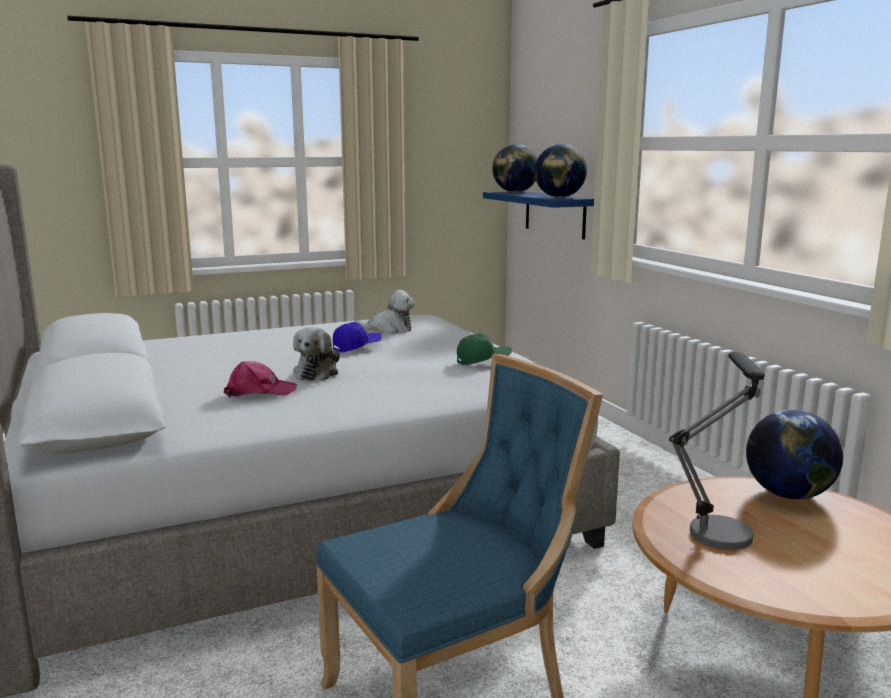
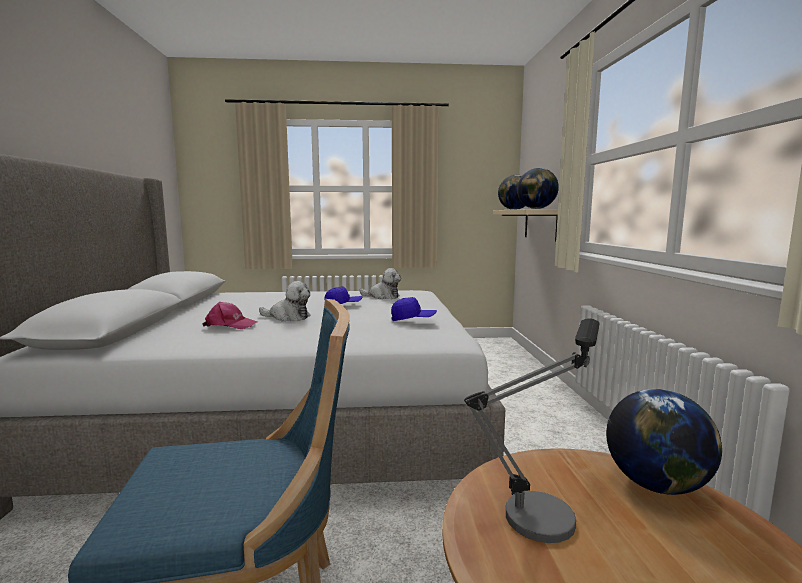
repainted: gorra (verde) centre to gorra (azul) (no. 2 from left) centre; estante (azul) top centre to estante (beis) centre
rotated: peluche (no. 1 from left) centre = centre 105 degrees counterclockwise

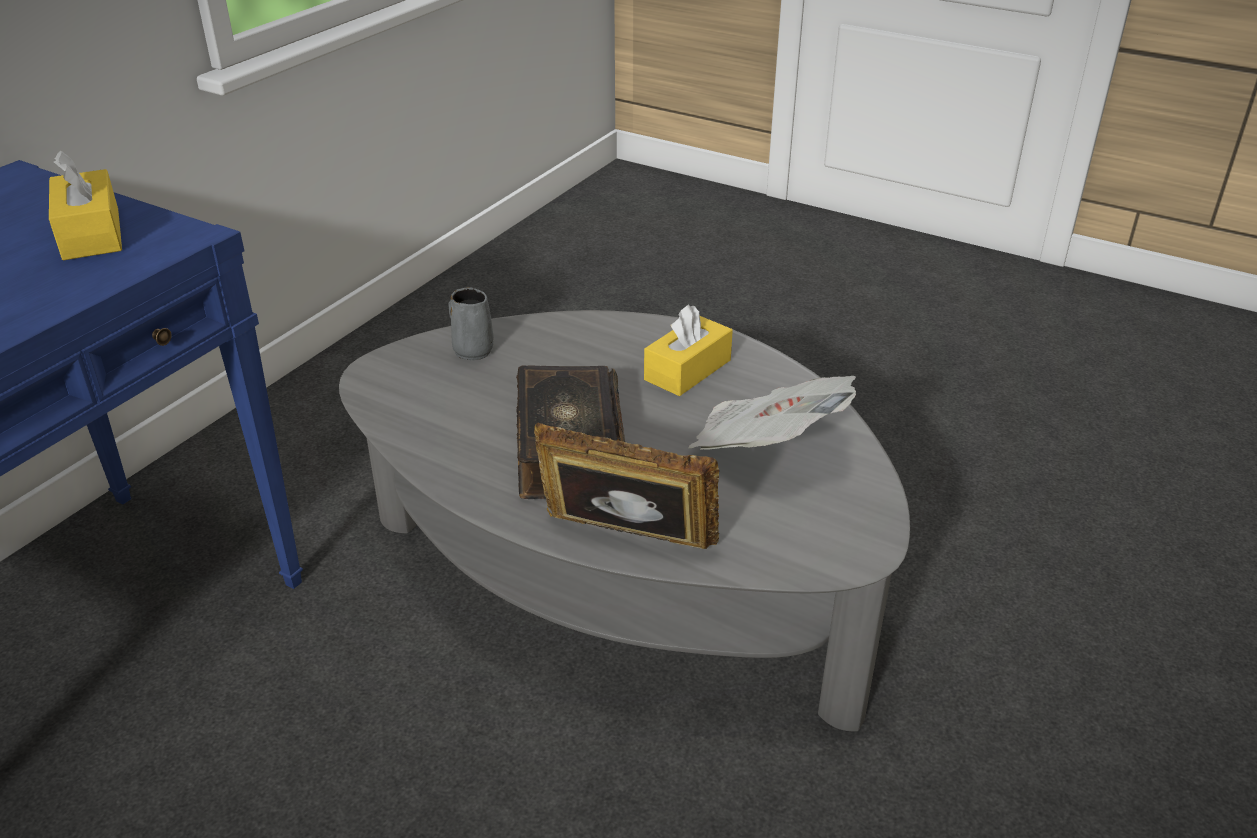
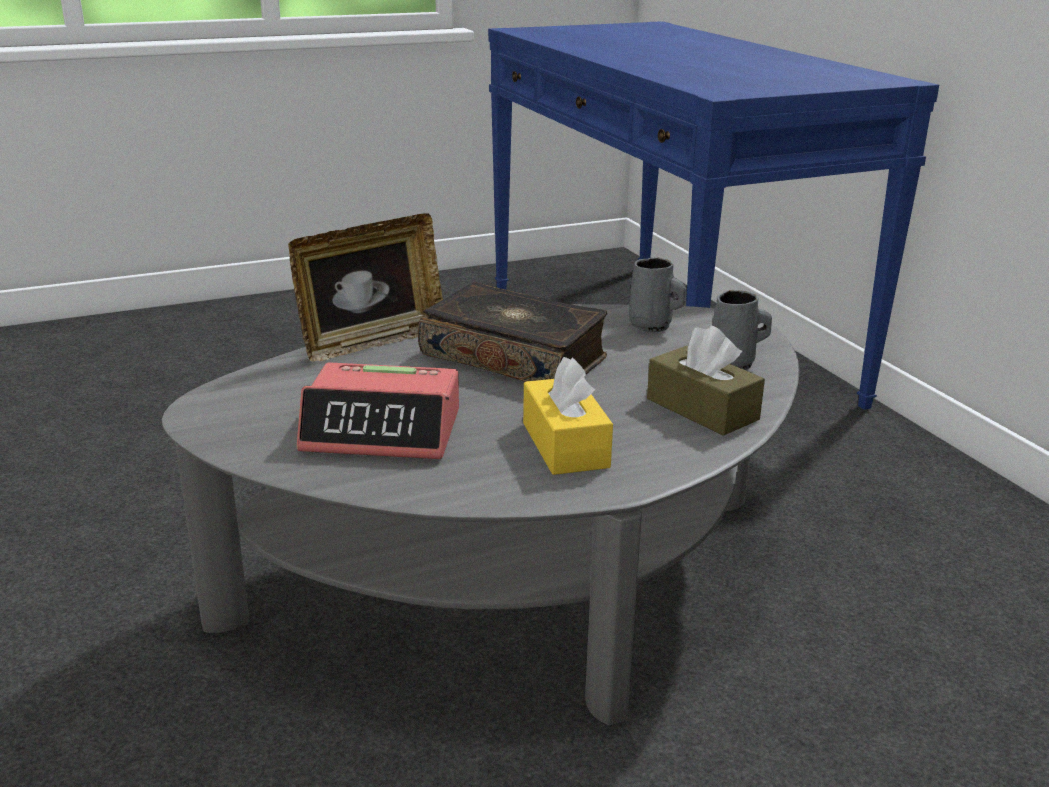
gone: caja de pañuelos (amarillo) (no. 1 from left) top left
new: taza grande (gris) (no. 1 from left) centre; caja de pañuelos (marrón) middle right
swapped: periódico centre to despertador centre

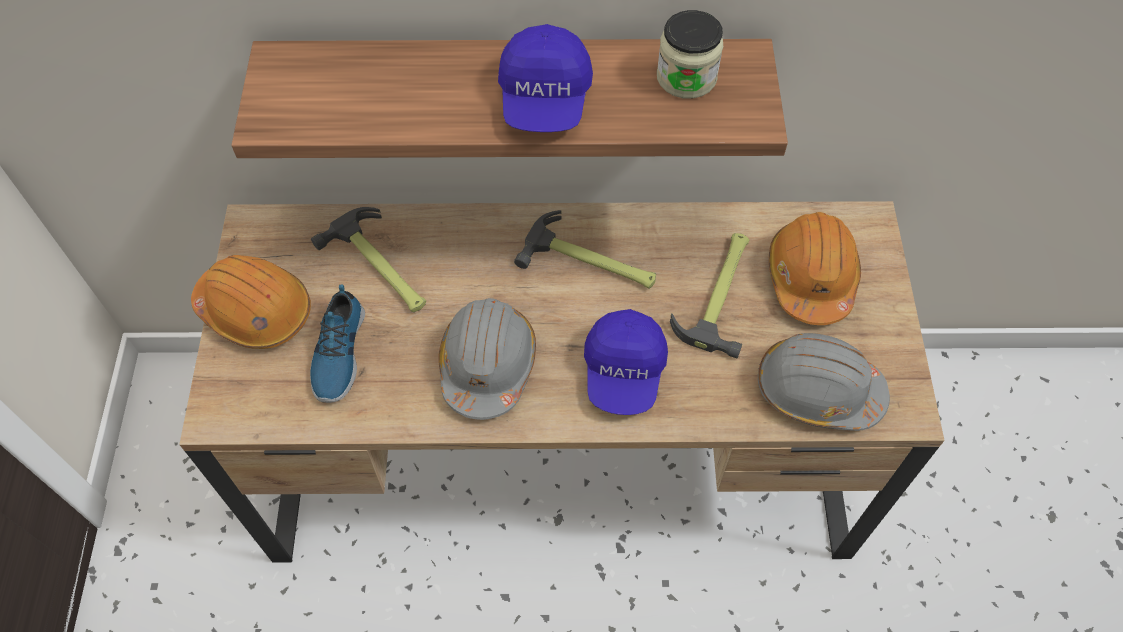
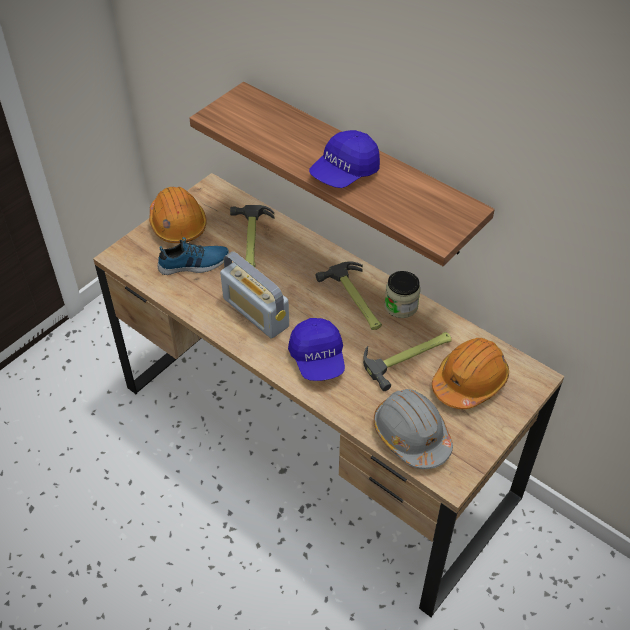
shifted: tarro top centre to centre
swapped: casco (gris) (no. 1 from left) centre to radio centre
rotated: zapato middle left = middle left 150 degrees counterclockwise; gorra (azul) (no. 2 from left in the first image) centre = centre 60 degrees counterclockwise

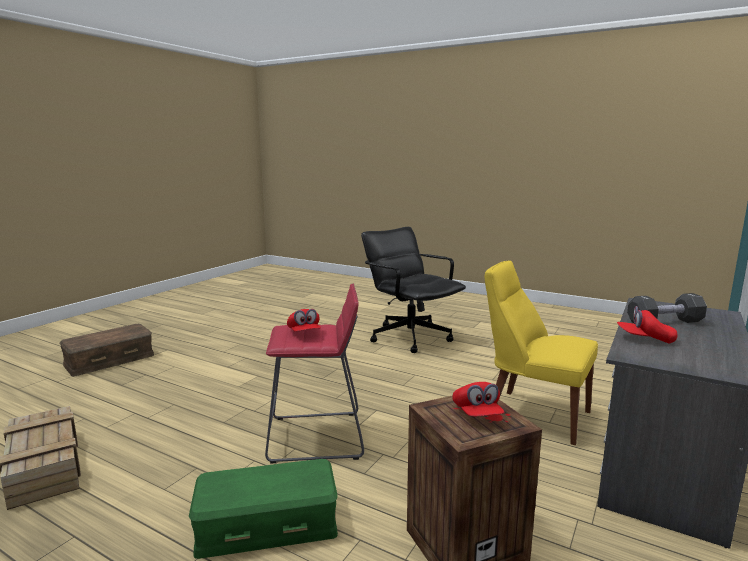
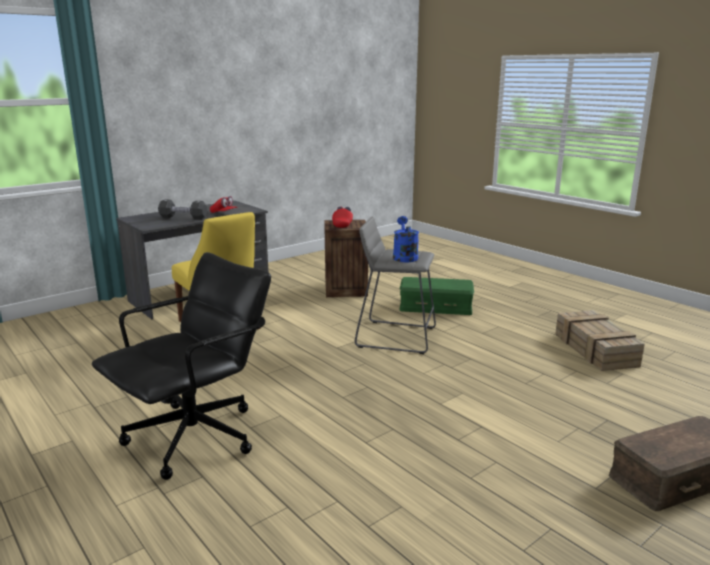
swapped: gorra (rojo) (no. 1 from left) centre to regadera (azul) centre
repainted: taburete (rojo) centre to taburete (gris) centre
rotated: silla de oficina (negro) centre = middle left 120 degrees counterclockwise

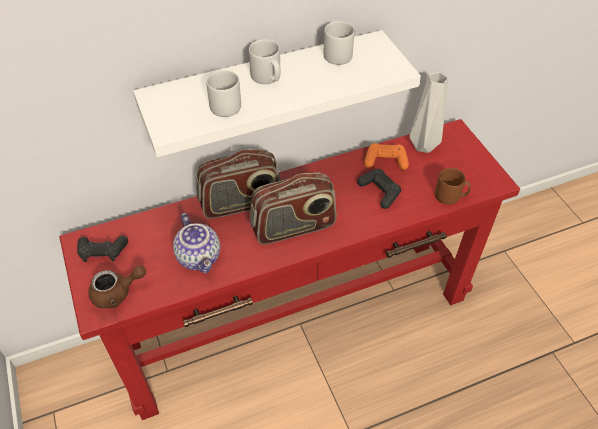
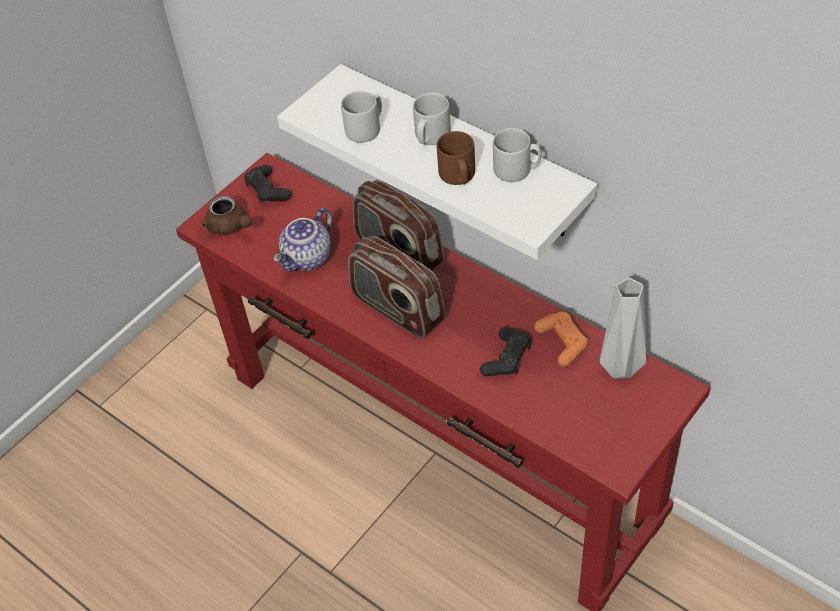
shifted: taza grande (marrón) middle right to top centre

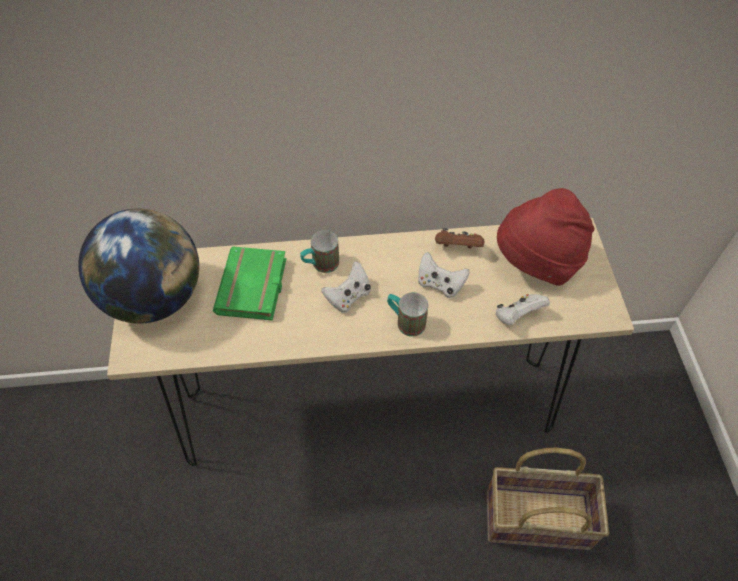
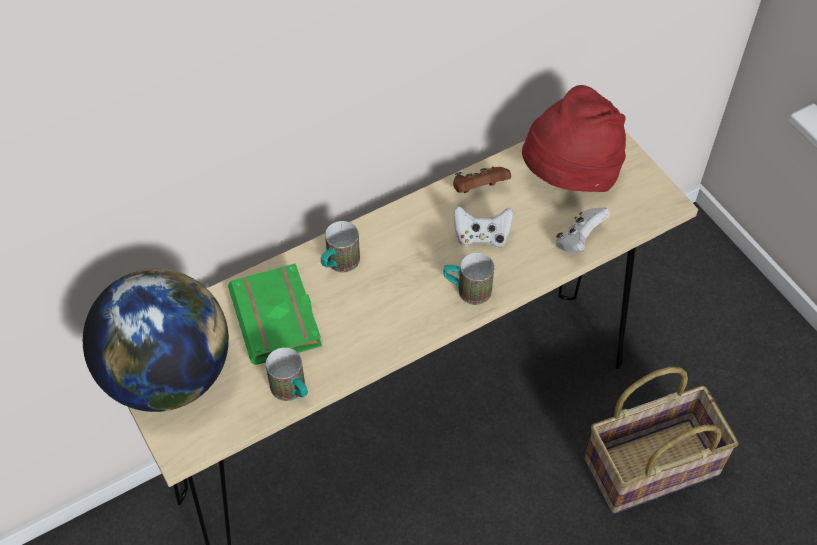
gone: mando de consola (blanco) (no. 1 from left) centre
new: taza grande (no. 1 from left) bottom centre

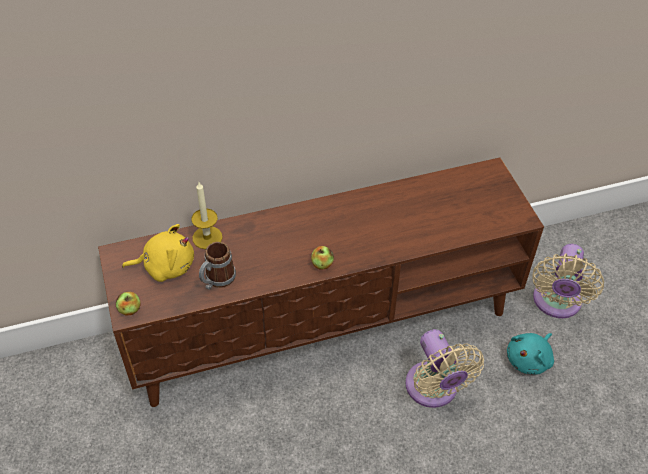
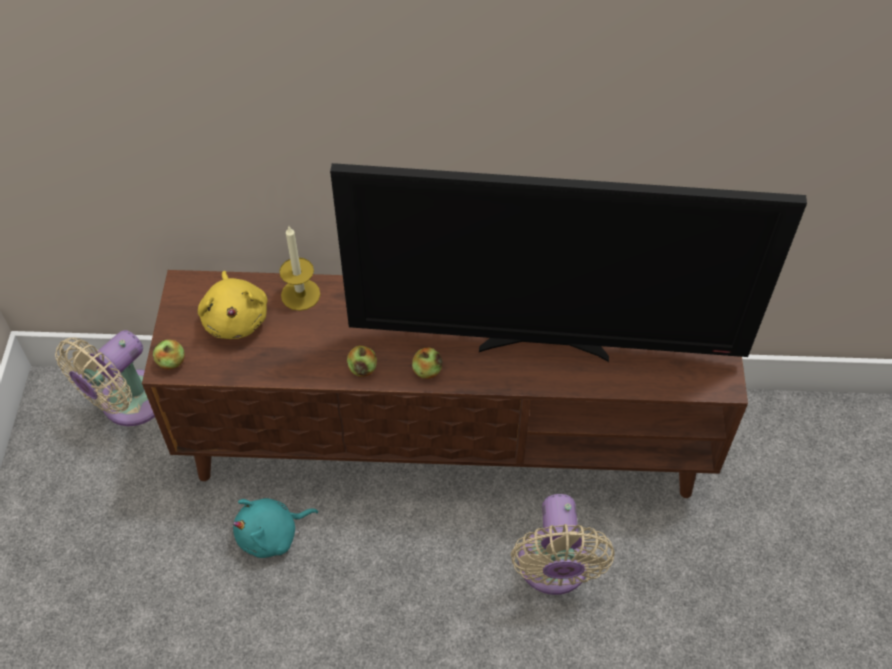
gone: taza grande centre
new: televisor centre; manzana (no. 2 from left) centre
shifted: ventilador (beis) (no. 2 from left in the first image) middle right to ventilador (beis) (no. 1 from left) middle left; peluche (turquesa) bottom right to bottom left
rotated: peluche (amarillo) middle left = middle left 60 degrees clockwise

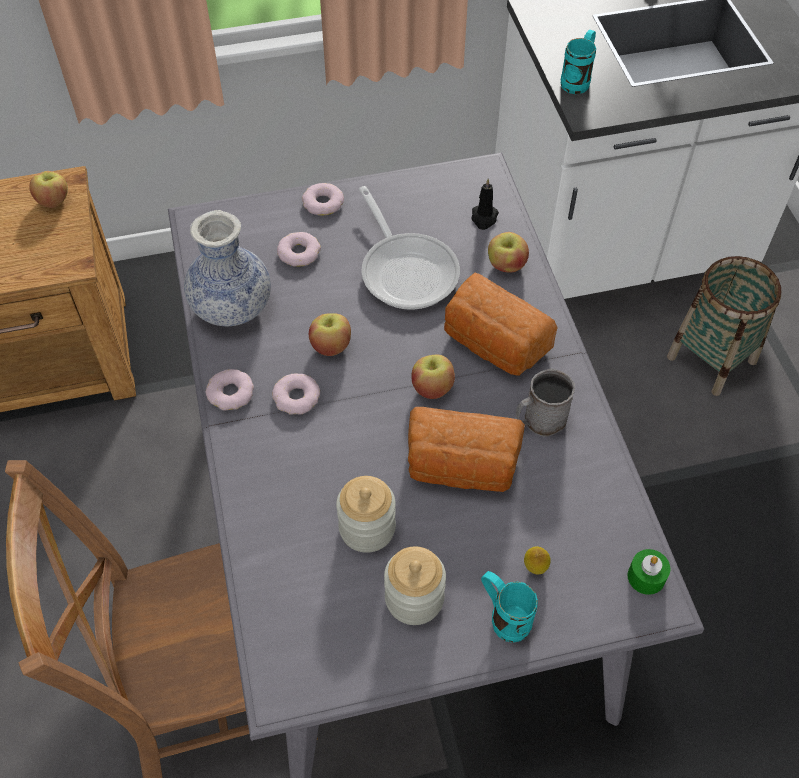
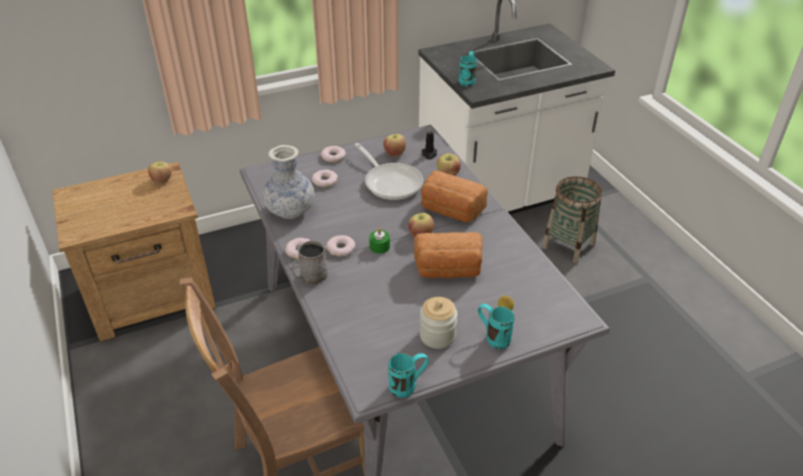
gone: tarro (no. 1 from left) centre
new: taza grande (turquesa) (no. 1 from left) bottom centre
shifted: taza grande (gris) middle right to centre; vela (verde) bottom right to centre; manzana (no. 2 from left) centre to top centre

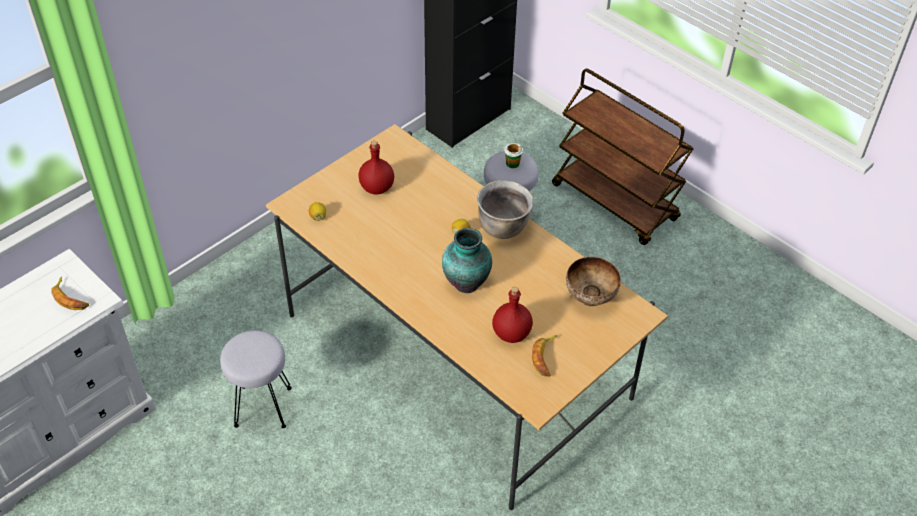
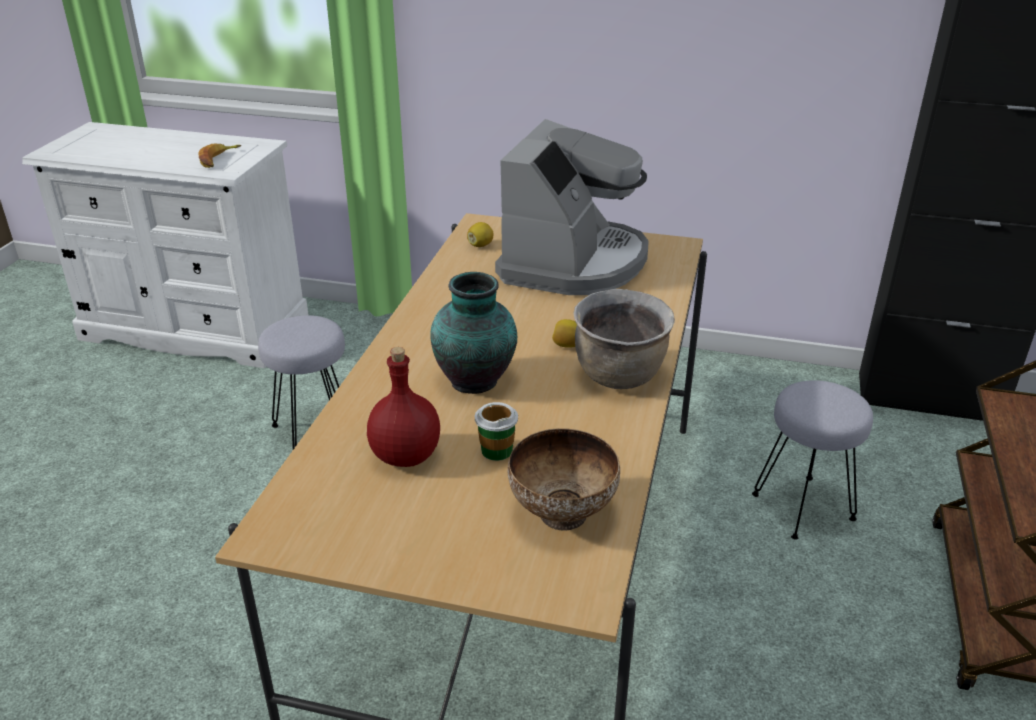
gone: plátano (no. 2 from left) bottom centre
shifted: taza top centre to centre
swapped: botella (rojo) (no. 1 from left) top centre to cafetera top centre

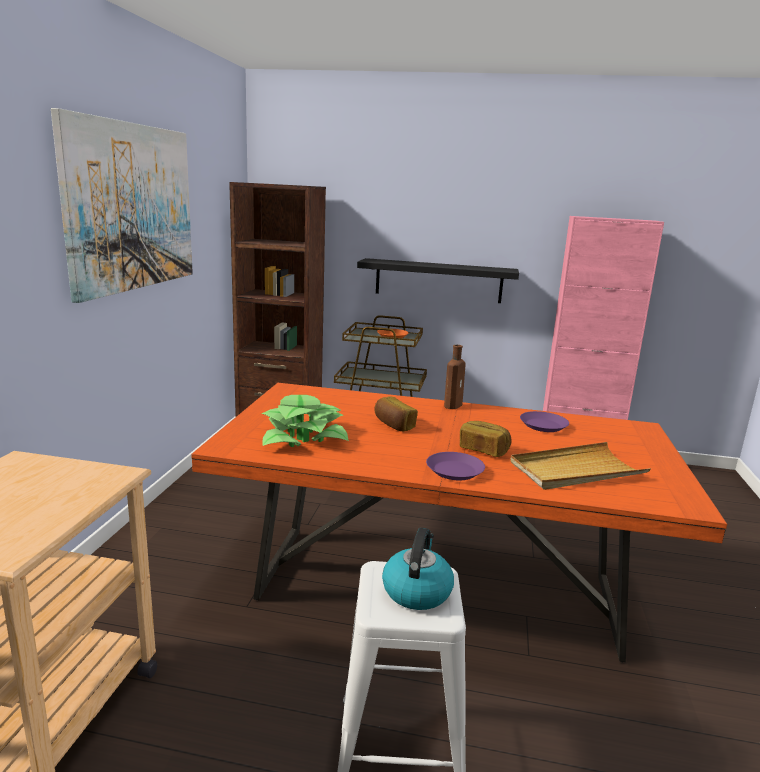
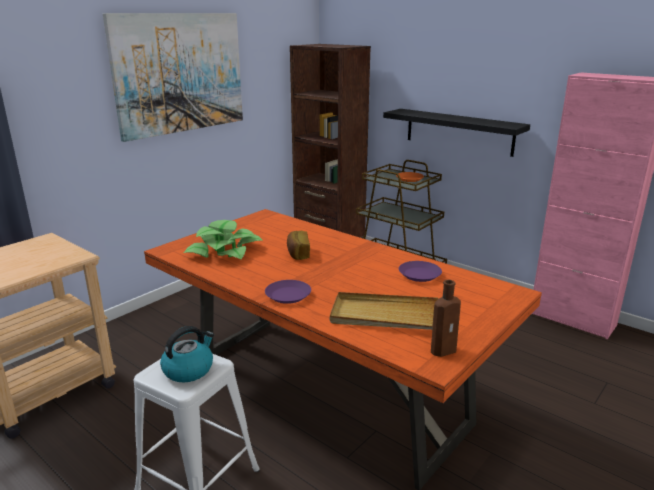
gone: pan (no. 2 from left) centre
shifted: botella (marrón) centre to middle right

